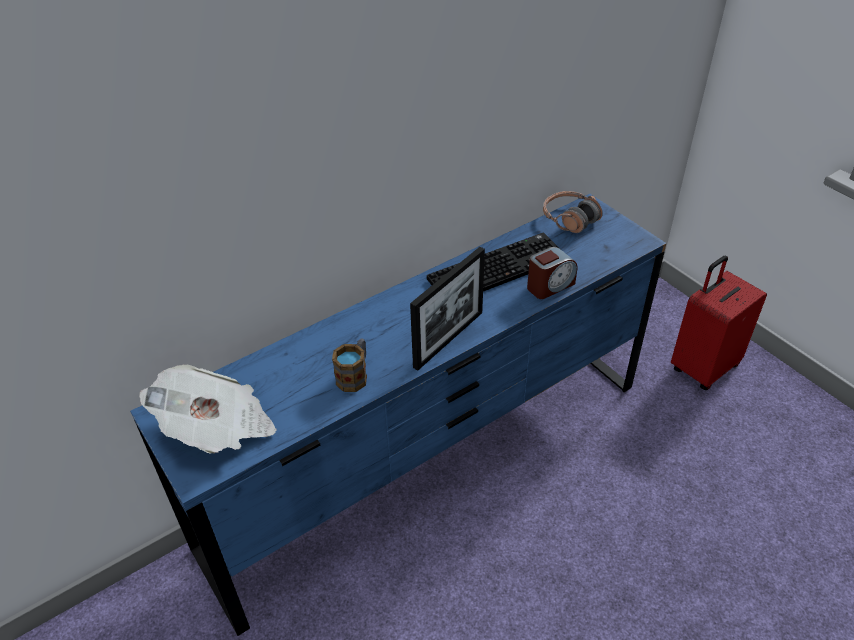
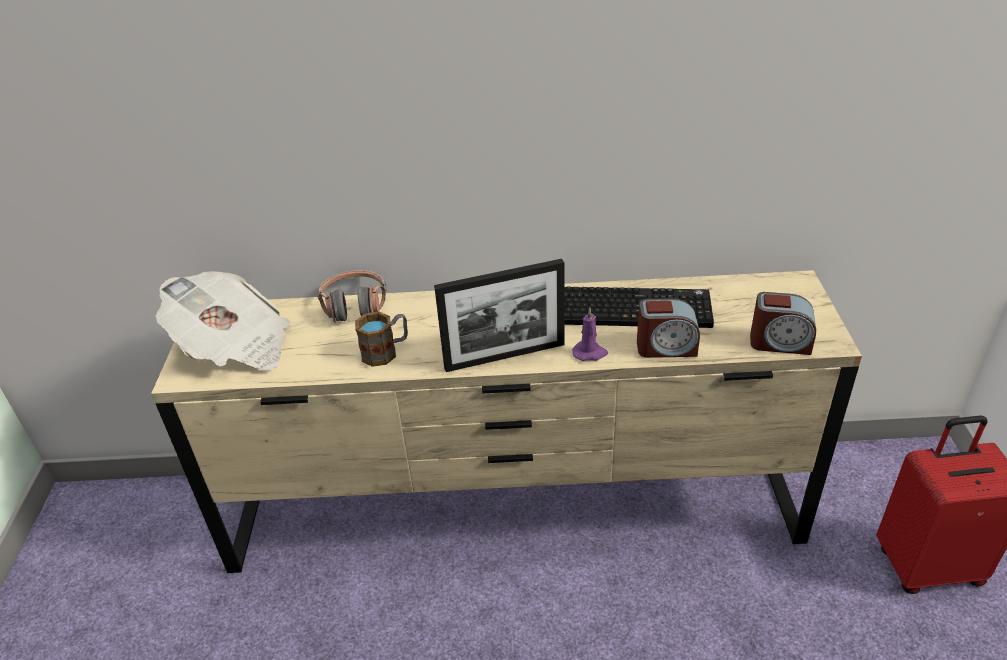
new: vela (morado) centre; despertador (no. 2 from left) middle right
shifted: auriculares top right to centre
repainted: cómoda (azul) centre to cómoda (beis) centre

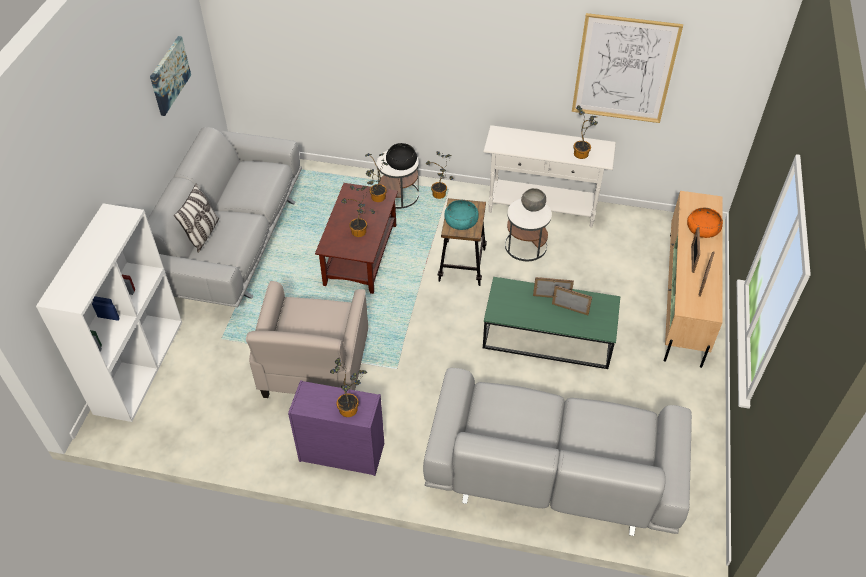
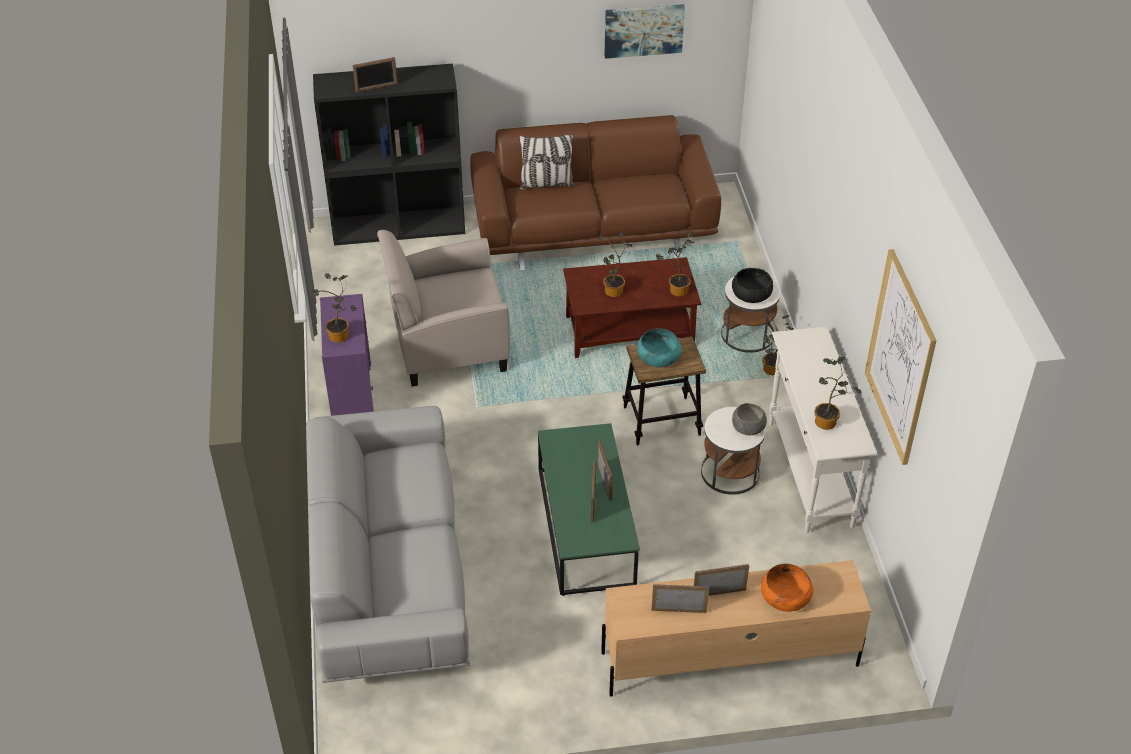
new: portarretratos (no. 1 from left) top left
repainted: estantería (blanco) middle left to estantería (negro) top centre; sofá (gris) (no. 1 from left) middle left to sofá (marrón) top centre

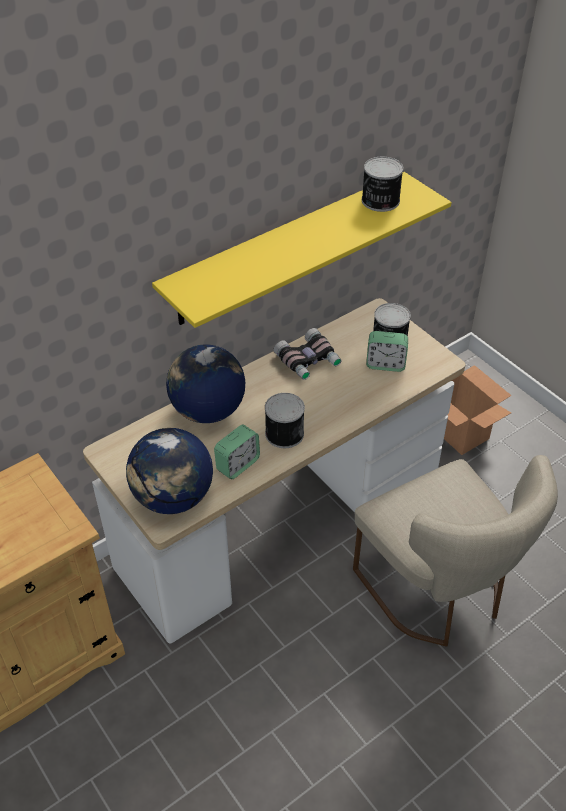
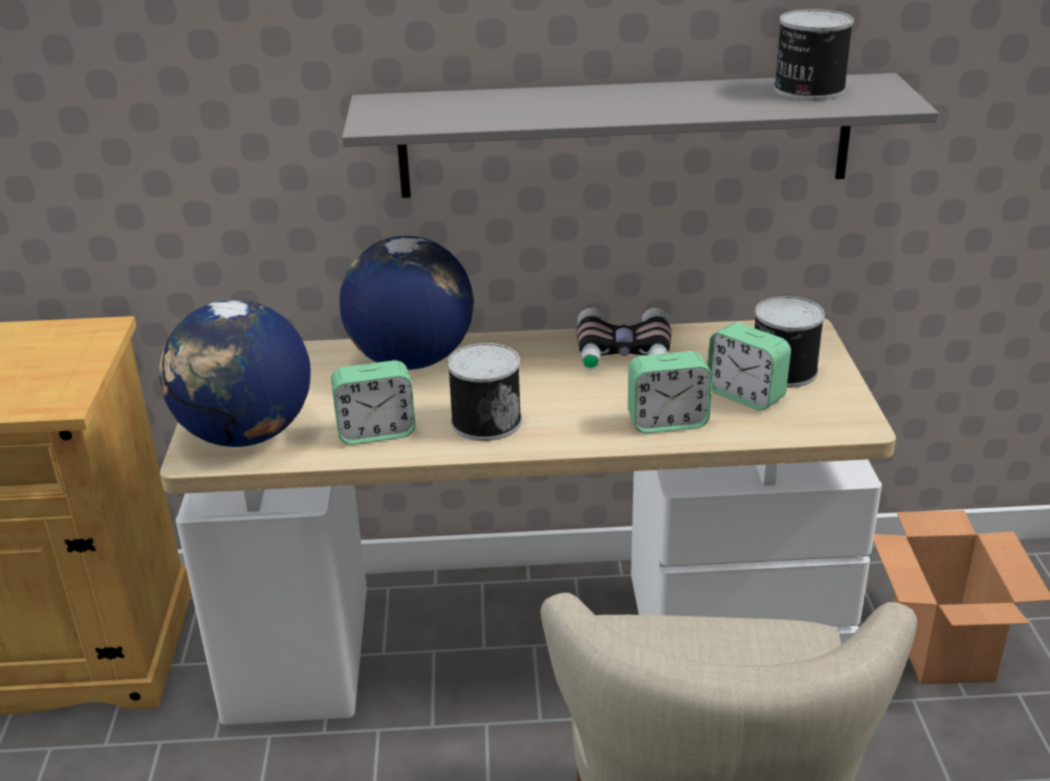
new: despertador (no. 2 from left) centre
repainted: estante (amarillo) top centre to estante (gris) top centre

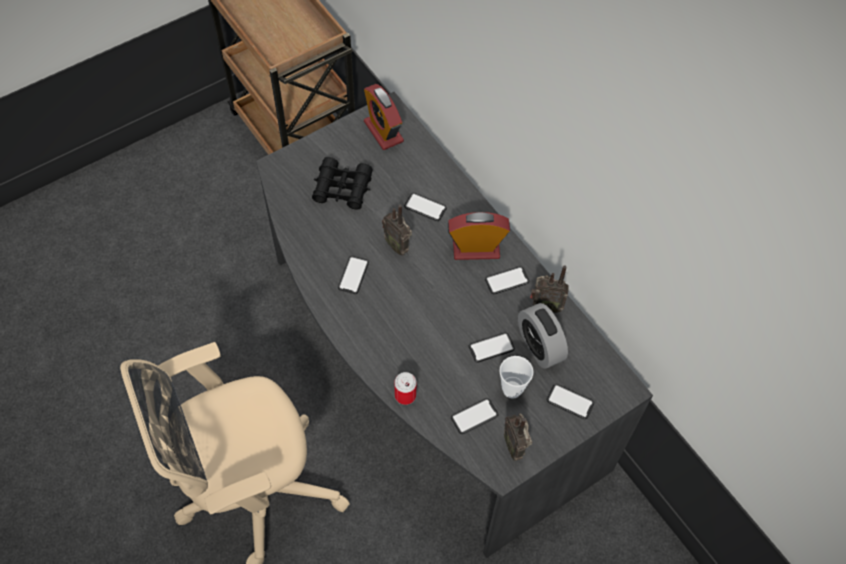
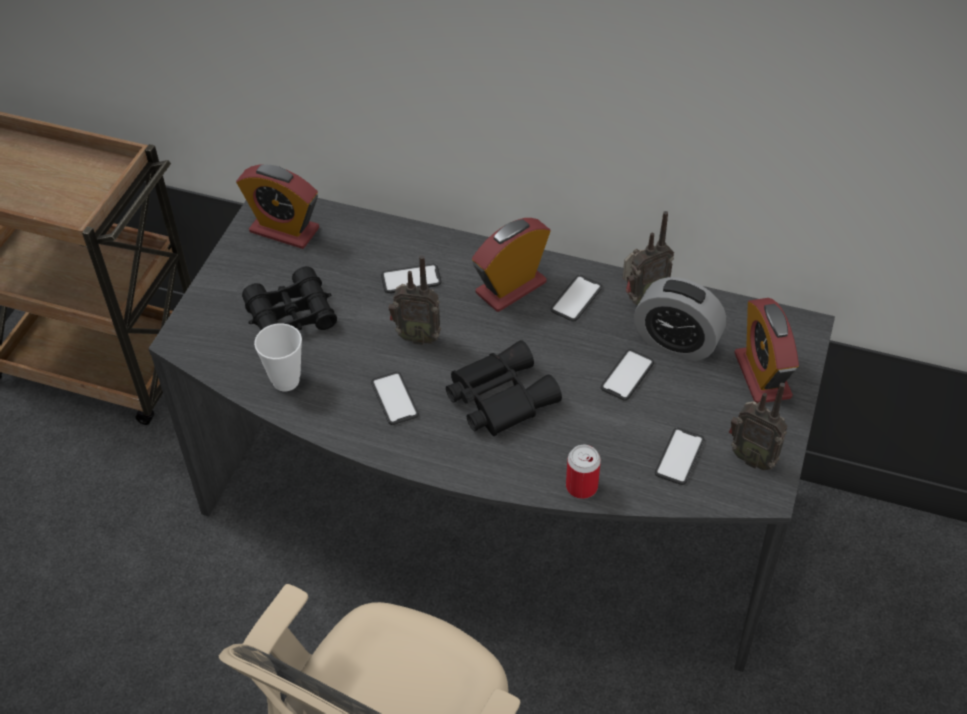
new: prismáticos (negro) (no. 2 from left) centre
shifted: taza bottom centre to middle left
swapped: móvil (no. 6 from left) bottom right to despertador (no. 4 from left) middle right

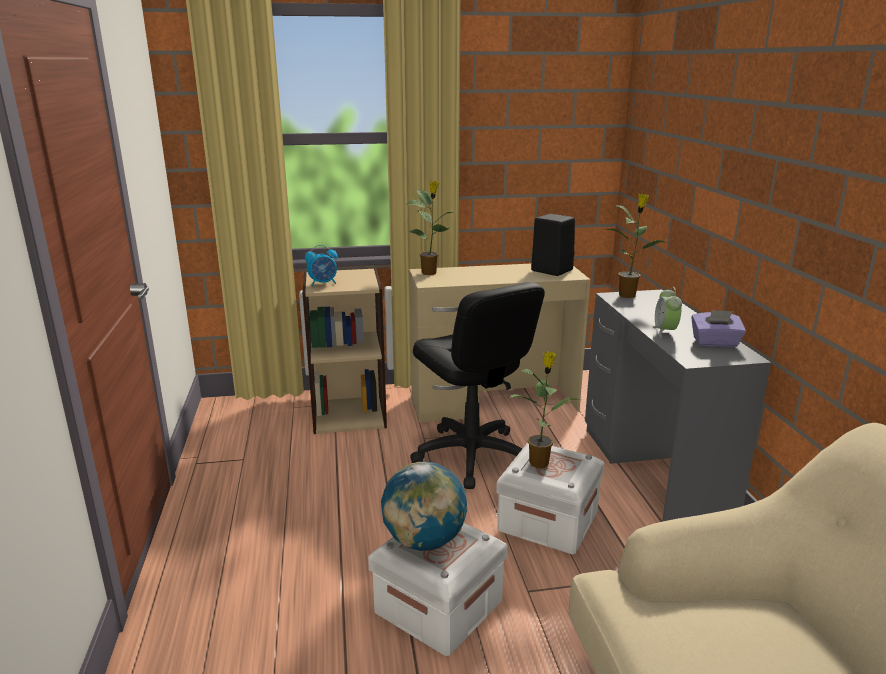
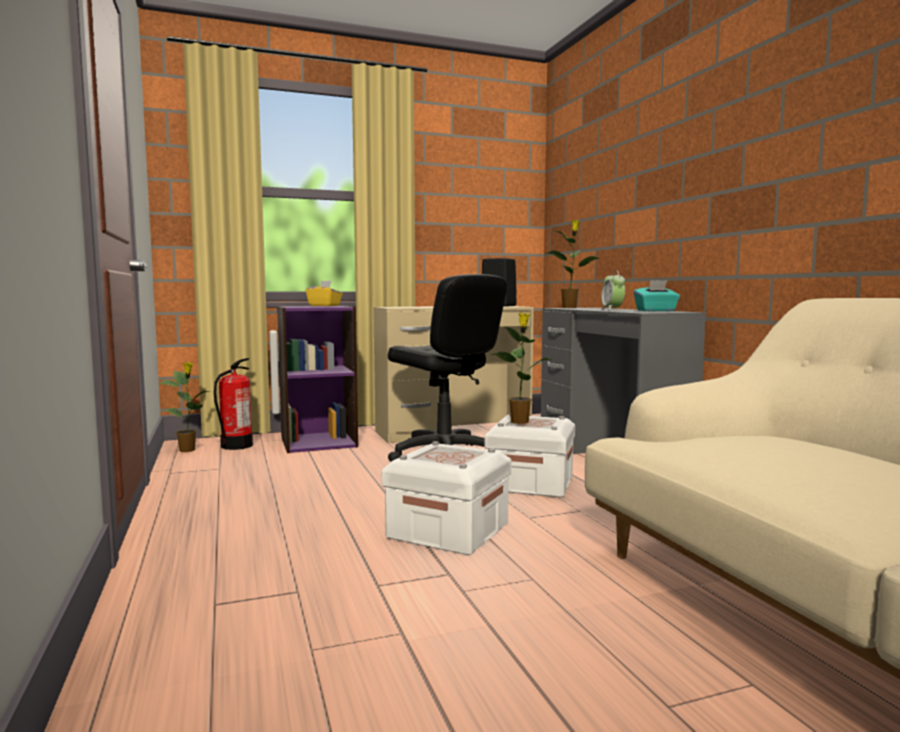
gone: despertador (no. 1 from left) centre; globo terráqueo bottom centre
new: extintor middle left; caja de pañuelos (amarillo) centre
shifted: planta en maceta (no. 1 from left) centre to middle left
repainted: estantería (beis) centre to estantería (morado) centre; caja de pañuelos (morado) middle right to caja de pañuelos (turquesa) middle right

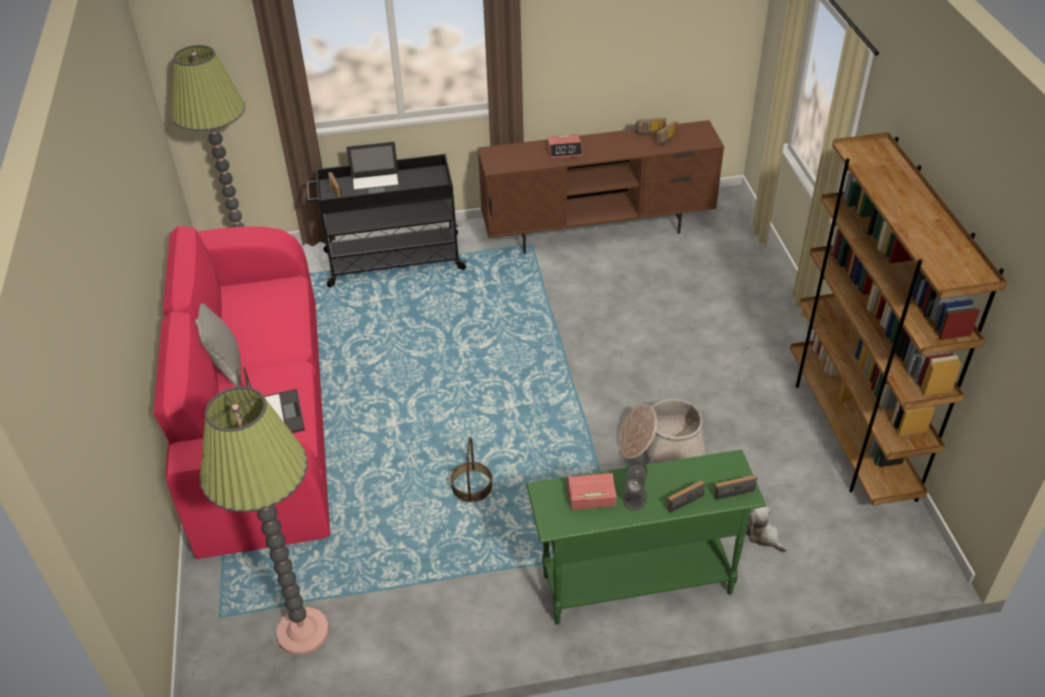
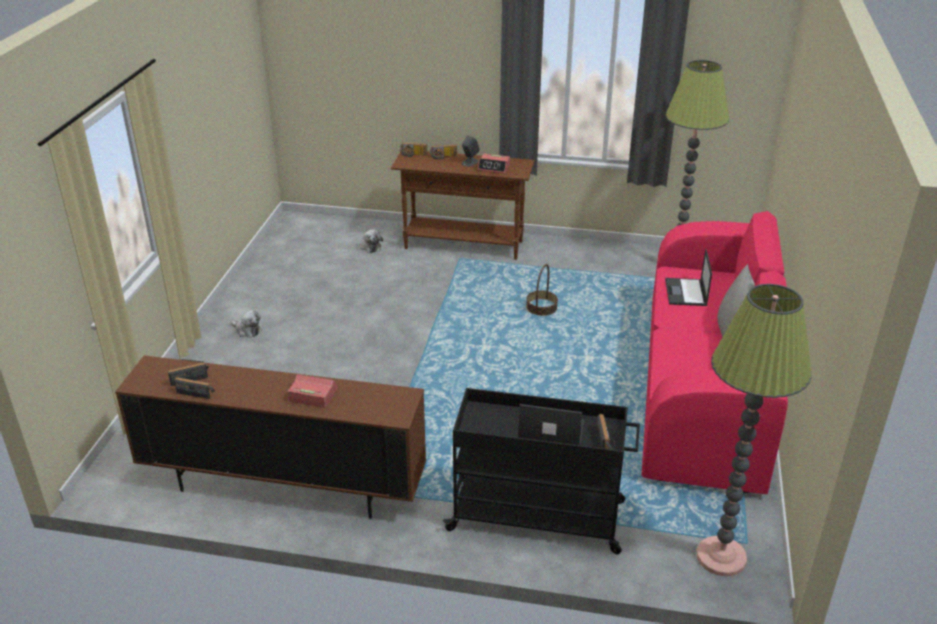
gone: cesta (no. 2 from left) centre; estantería (marrón) middle right
new: peluche (no. 1 from left) middle left
repainted: mesa consola (verde) bottom centre to mesa consola (marrón) top centre

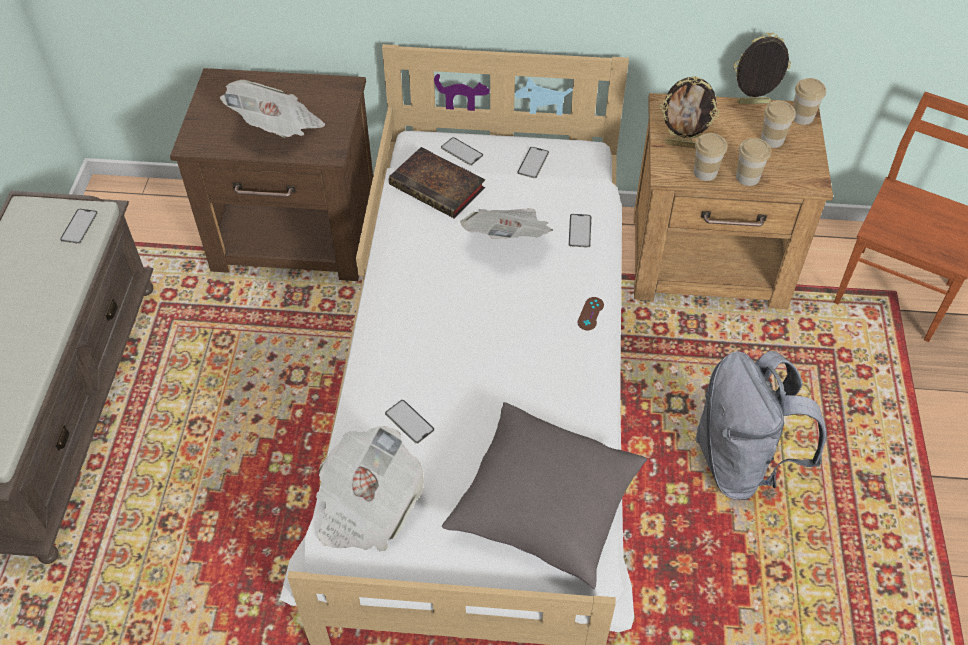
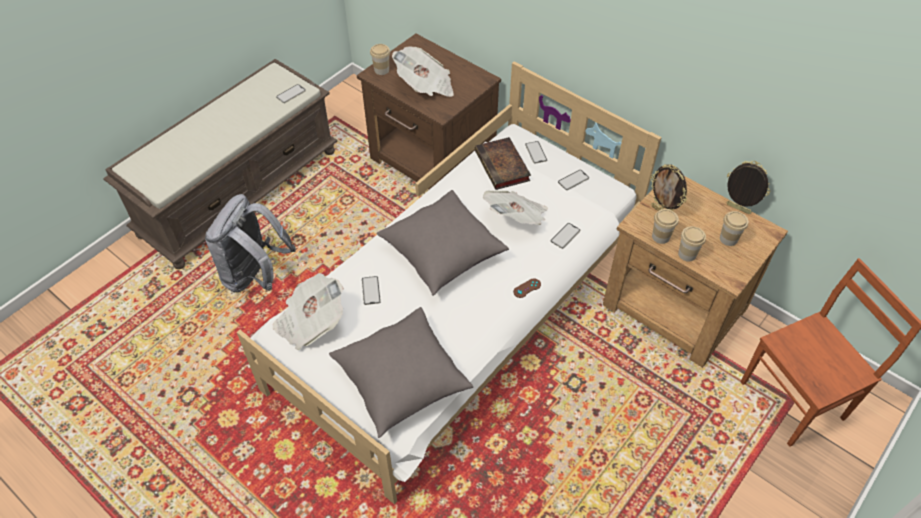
new: cojín (gris) (no. 2 from left) centre
shifted: mochila (gris) middle right to middle left; taza (no. 4 from left in the first image) top right to taza (no. 1 from left) top centre

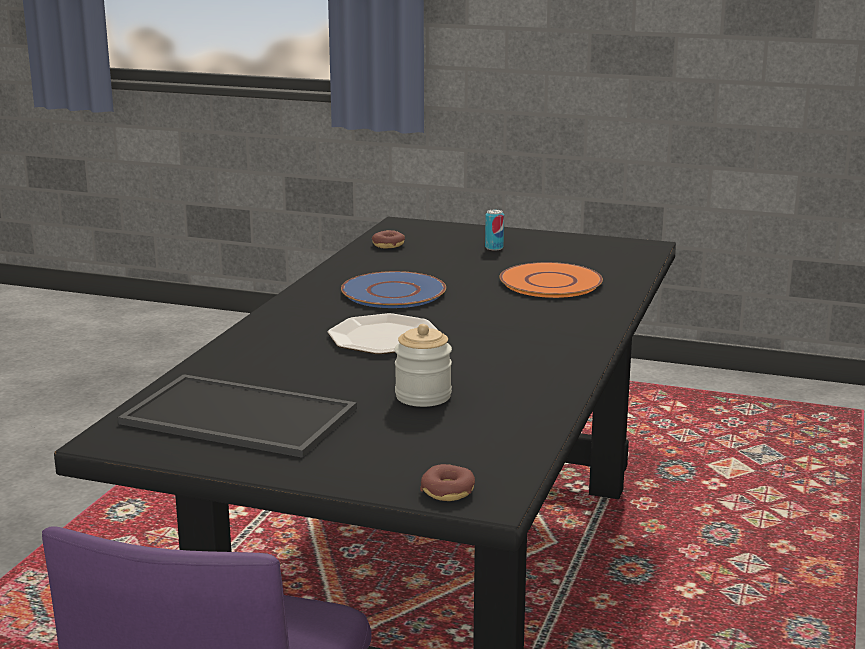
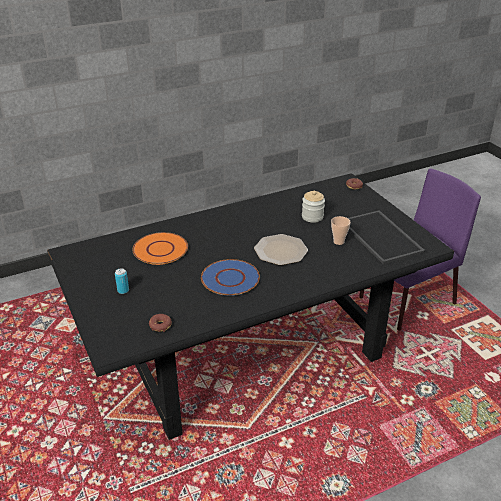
new: taza middle right

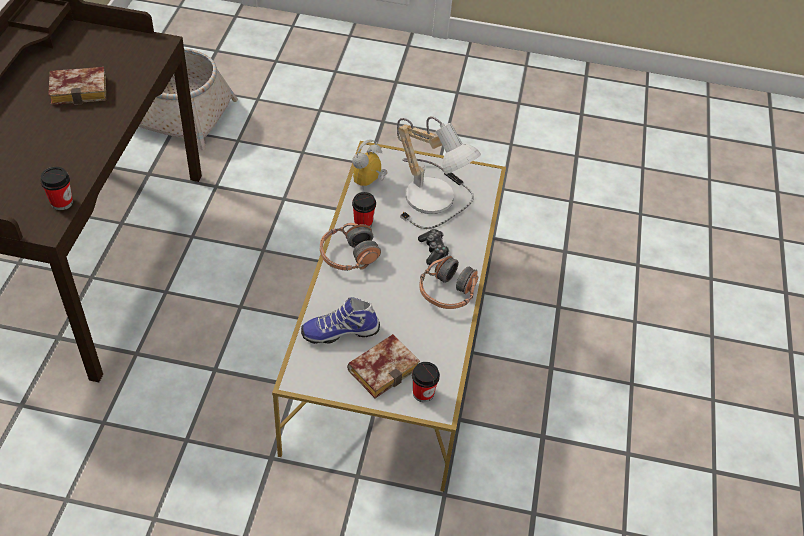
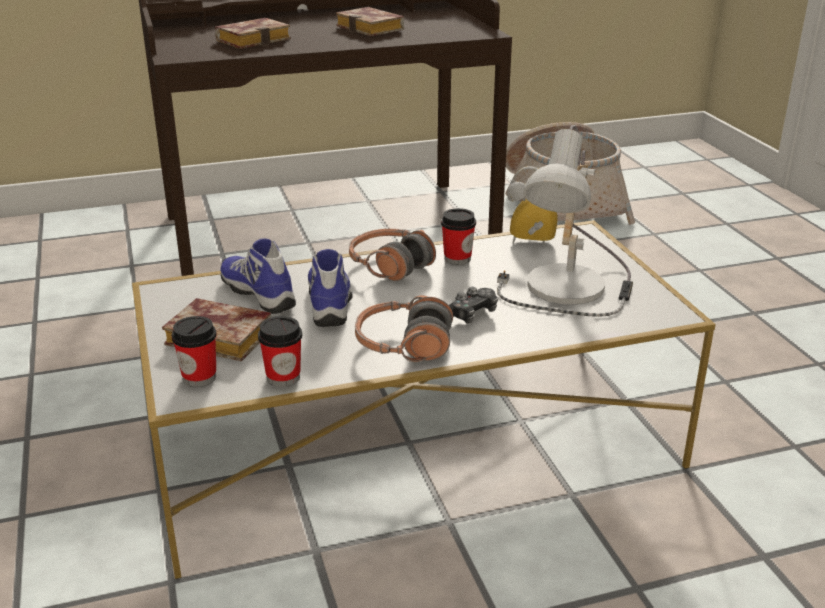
new: libro (no. 2 from left) top left; zapato (no. 2 from left) centre
shifted: taza (no. 1 from left in the first image) middle left to taza (no. 2 from left) centre

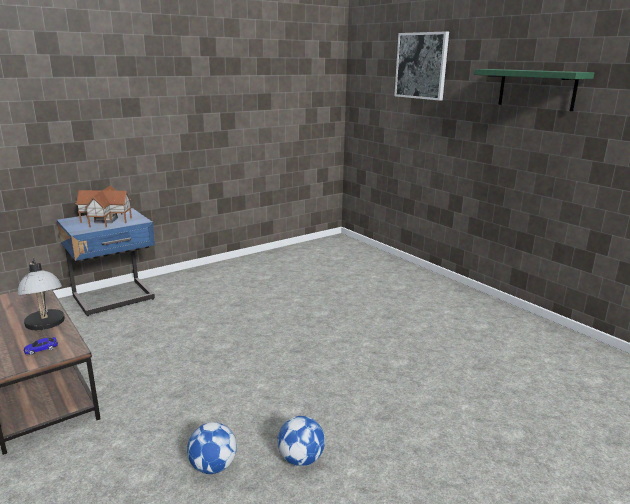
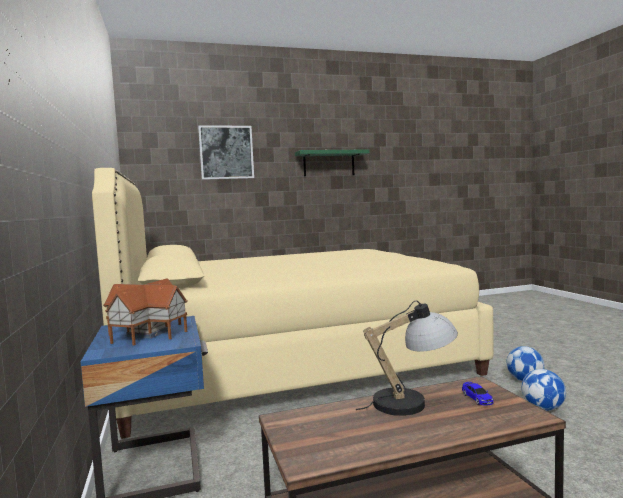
new: cama (beis) centre

